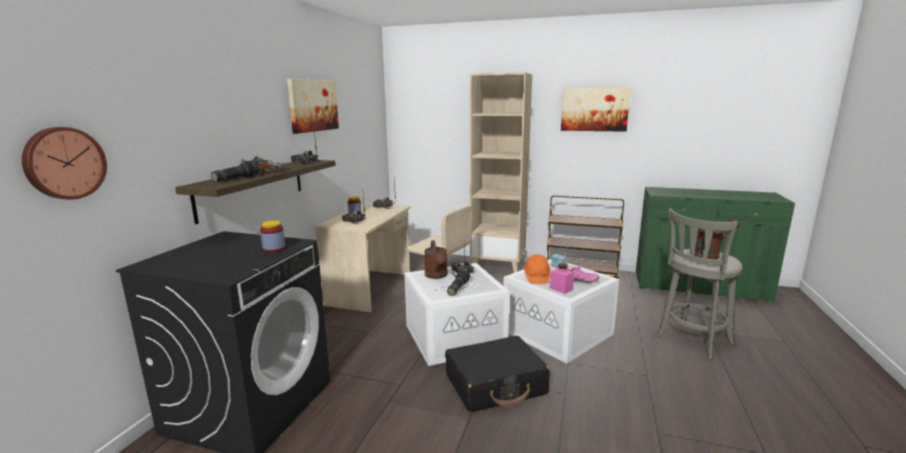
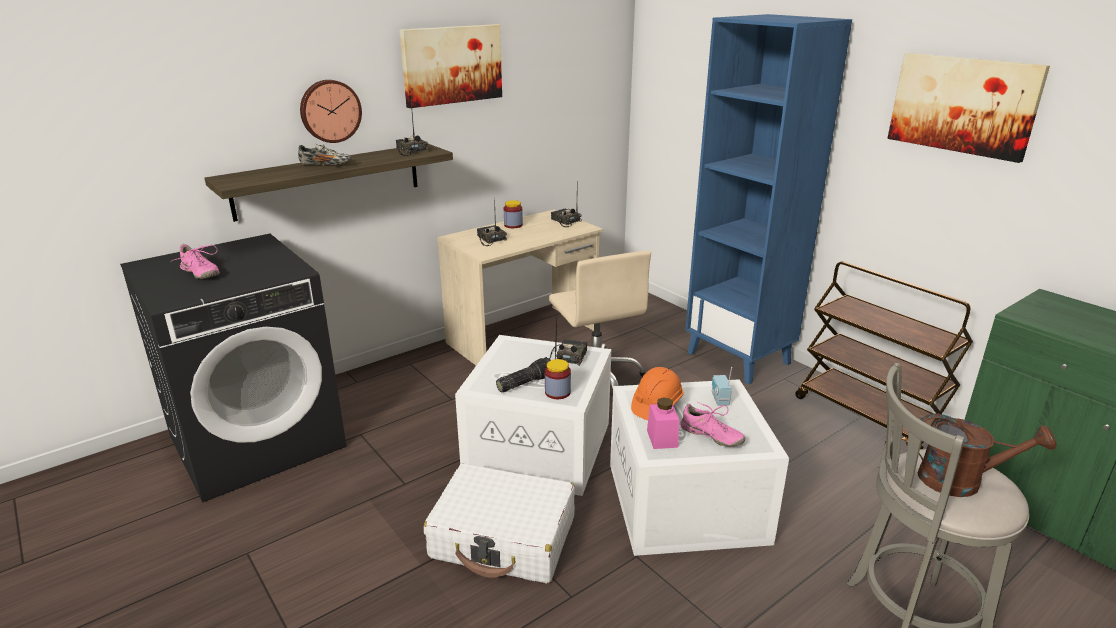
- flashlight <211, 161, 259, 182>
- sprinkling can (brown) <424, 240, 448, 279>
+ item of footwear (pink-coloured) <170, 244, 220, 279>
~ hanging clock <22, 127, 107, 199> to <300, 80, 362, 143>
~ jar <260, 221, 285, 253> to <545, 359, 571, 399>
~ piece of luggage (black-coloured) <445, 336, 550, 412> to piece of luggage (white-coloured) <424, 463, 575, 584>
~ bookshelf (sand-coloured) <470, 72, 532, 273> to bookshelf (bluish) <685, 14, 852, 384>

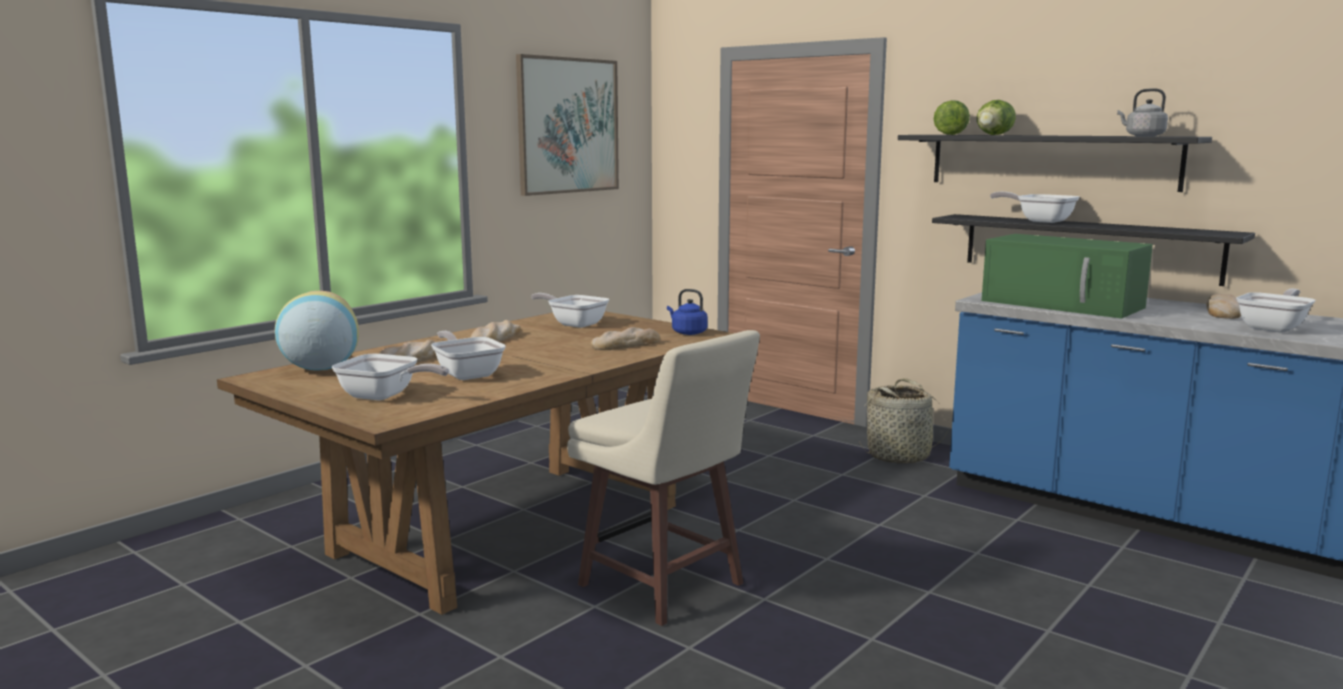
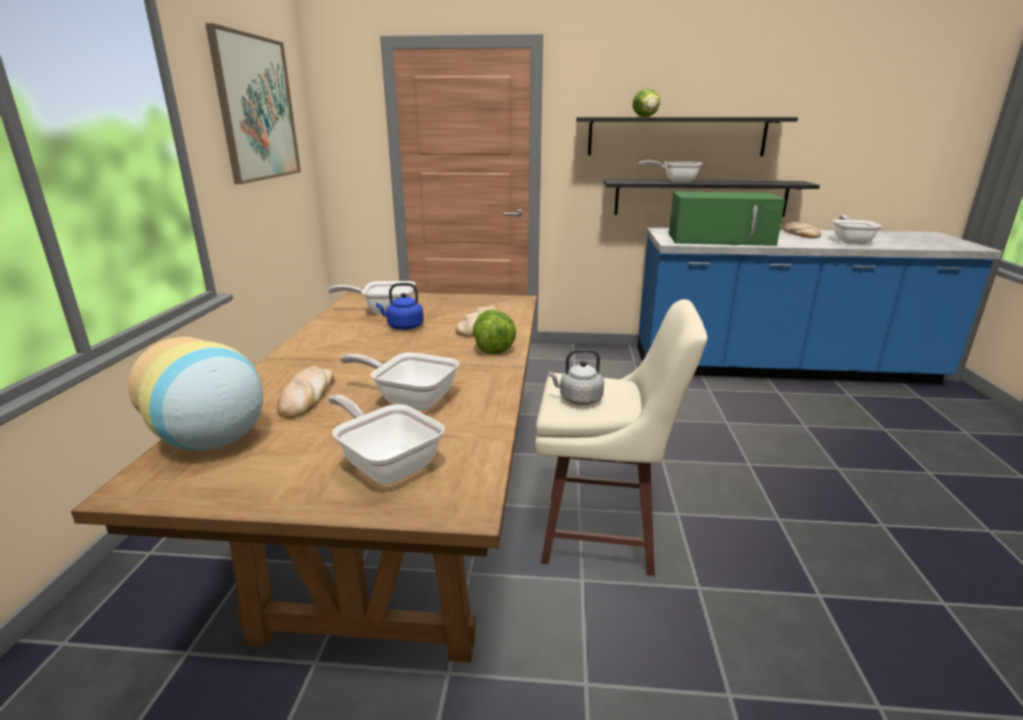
- baked bread <470, 320, 521, 342>
- storage basket <859, 378, 949, 464>
~ water kettle (bluish) <667, 289, 708, 335> to <376, 283, 424, 330>
~ head of lettuce <934, 100, 970, 135> to <473, 310, 516, 354>
~ water kettle (grey) <1117, 88, 1168, 136> to <548, 349, 604, 405>
~ skillet <332, 354, 449, 400> = <328, 395, 445, 485> 120 degrees counterclockwise

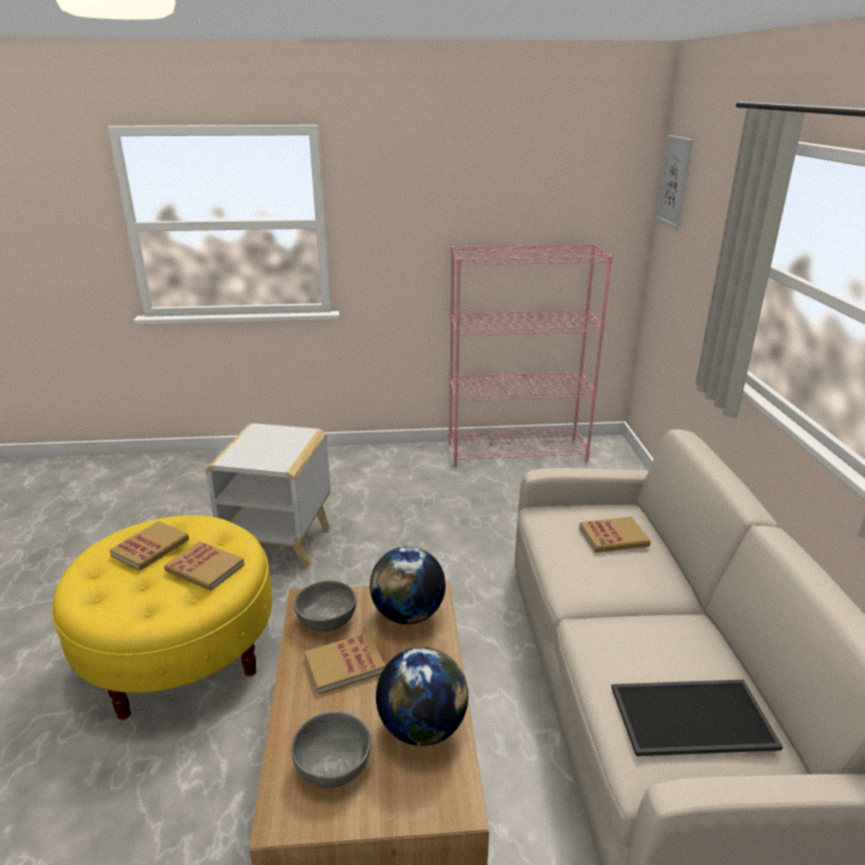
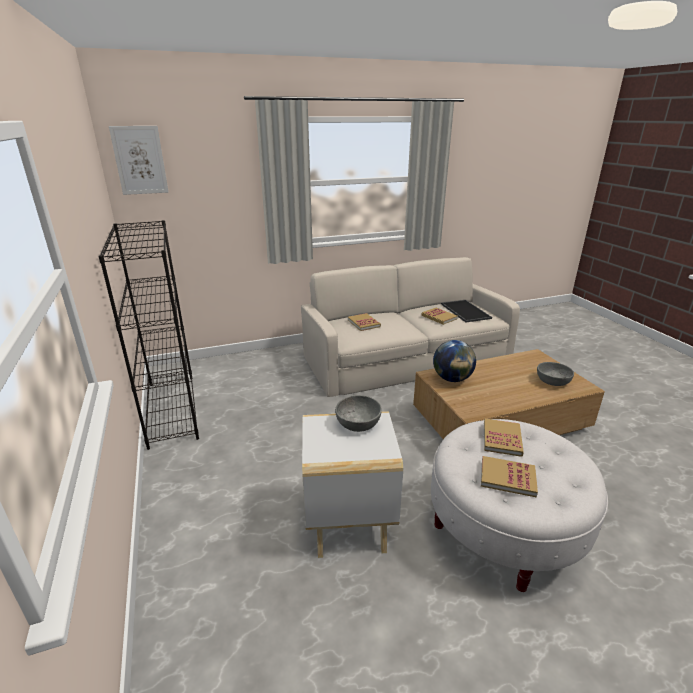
- world globe <376, 647, 468, 746>
~ bowl (grey) <294, 581, 357, 631> to <335, 395, 382, 432>
~ book <304, 632, 385, 695> to <421, 308, 458, 325>
~ pouffe (yellowish) <52, 515, 272, 720> to pouffe (white-coloured) <431, 419, 608, 592>
~ bookshelf (pink-coloured) <449, 244, 613, 467> to bookshelf (black-coloured) <99, 220, 199, 450>

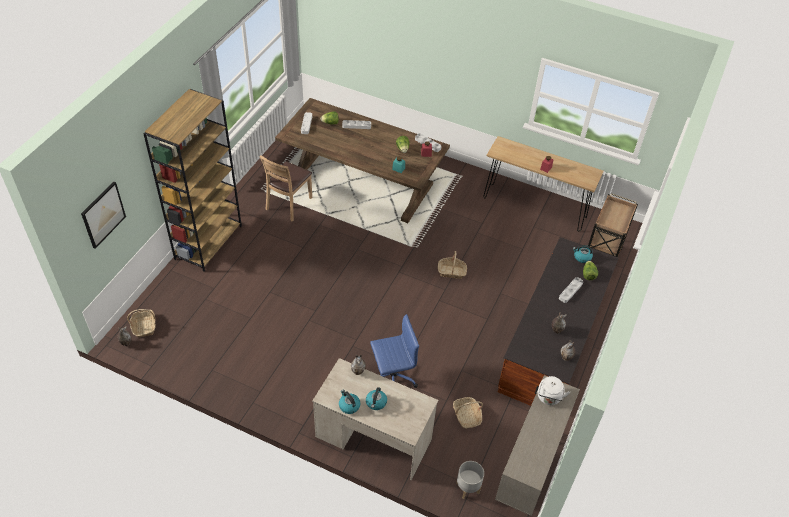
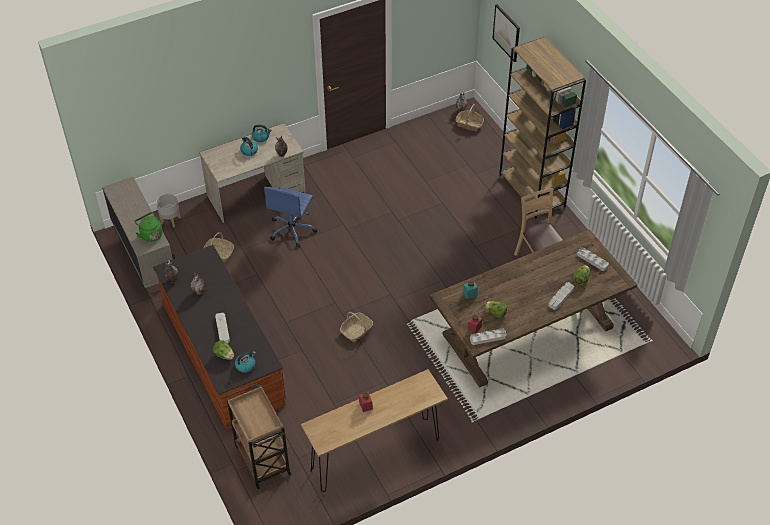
~ water kettle (white-coloured) <538, 376, 570, 405> to water kettle (green) <134, 212, 163, 242>

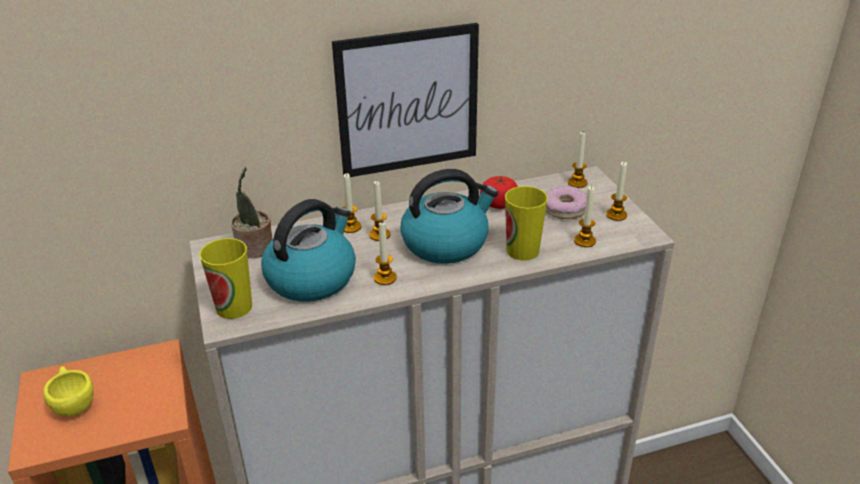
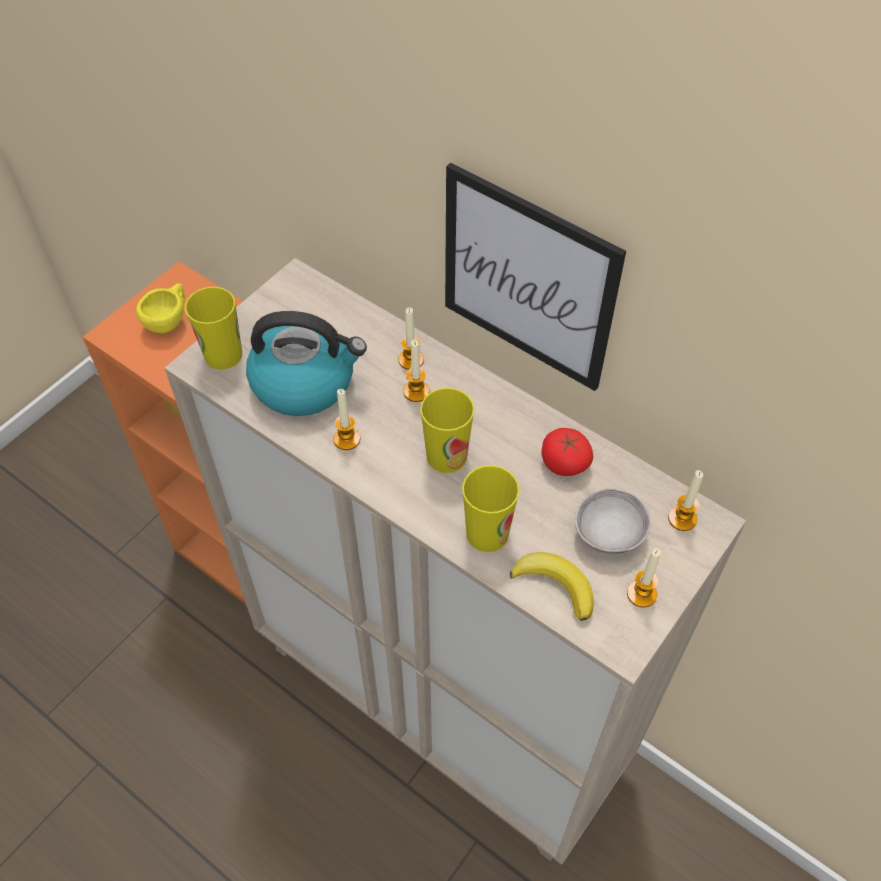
- potted plant <231, 167, 273, 258>
~ water kettle <400, 169, 498, 264> to small cup <420, 388, 474, 473>
~ donut <545, 186, 587, 219> to bowl (grey) <575, 488, 651, 554>
~ wax light <574, 186, 596, 247> to whole banana <510, 552, 594, 621>

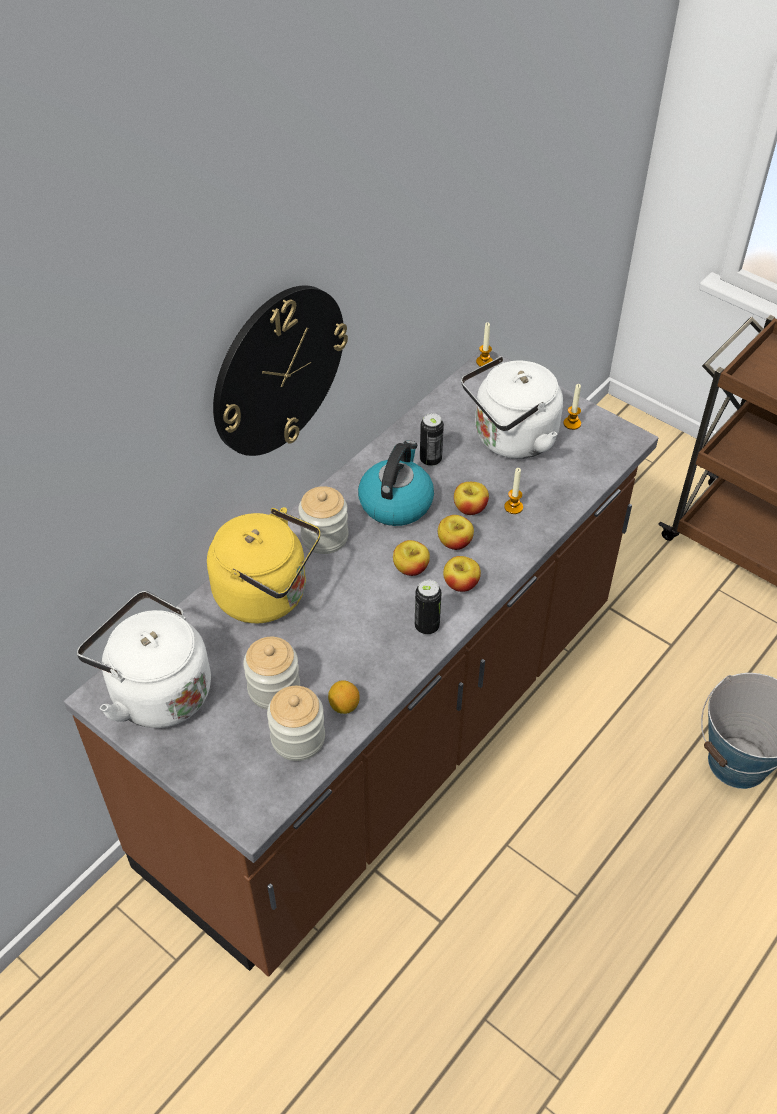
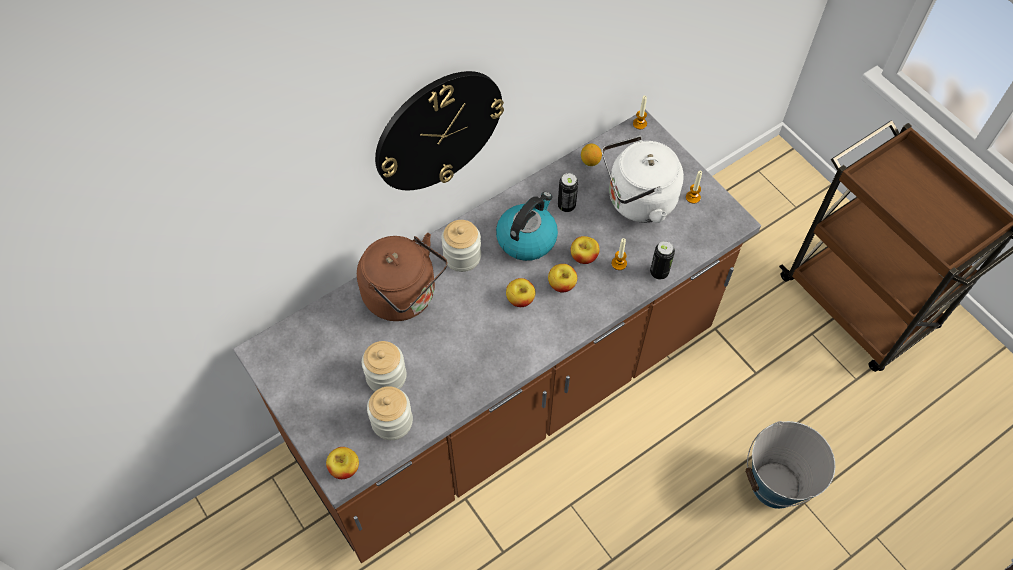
- water kettle (white-coloured) <77, 591, 211, 728>
~ citrus fruit <328, 680, 360, 714> to <581, 143, 602, 166>
~ metal can <415, 580, 442, 635> to <650, 241, 675, 280>
~ whole apple <443, 556, 481, 592> to <326, 447, 359, 479>
~ water kettle (yellowish) <207, 507, 321, 623> to water kettle (brown) <357, 233, 447, 321>

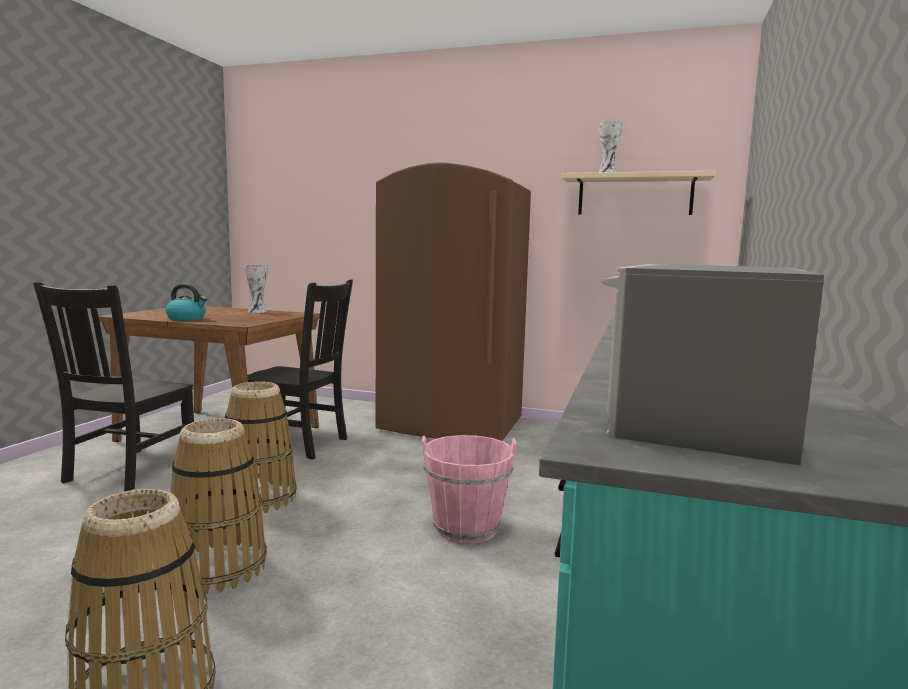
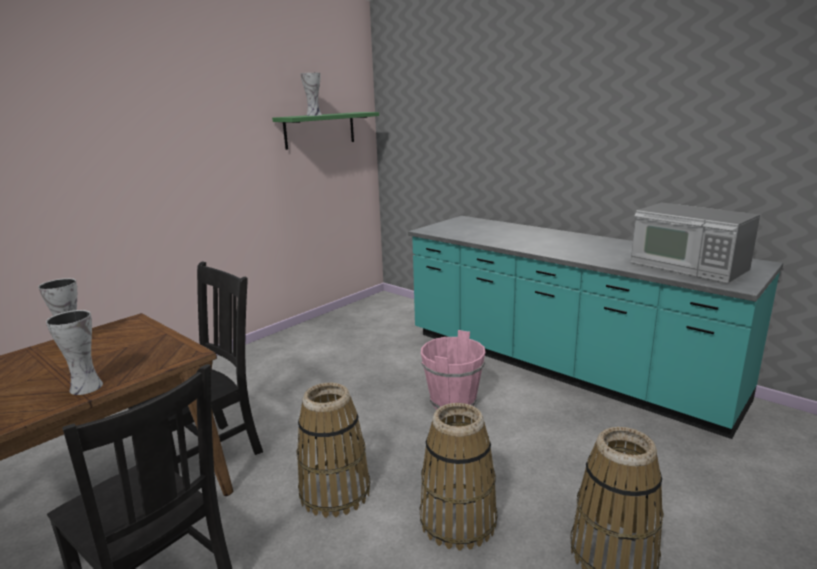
- fridge (brown) <376, 162, 531, 441>
~ water kettle <165, 284, 207, 321> to vase <46, 310, 103, 395>
~ shelf (sand-coloured) <562, 171, 715, 215> to shelf (green) <272, 112, 379, 150>

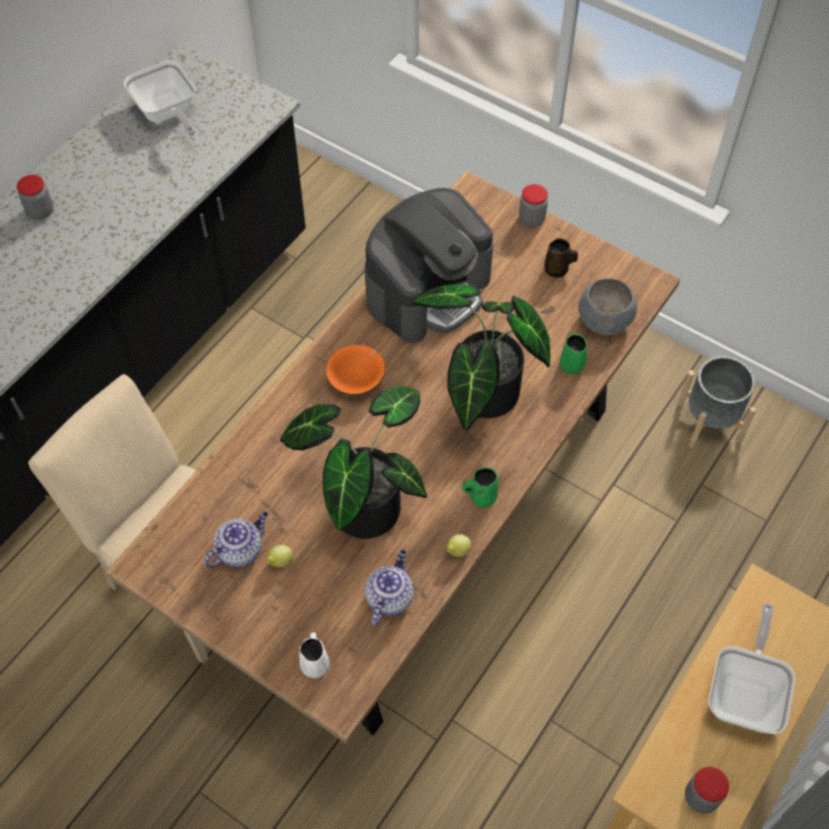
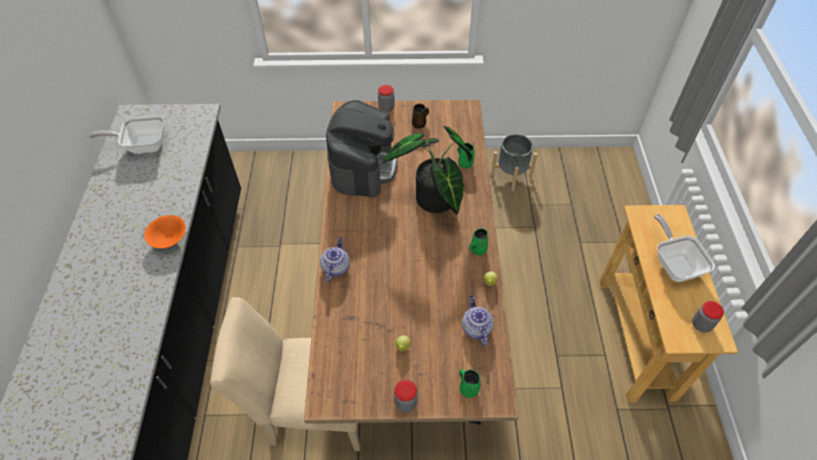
- potted plant <280, 386, 427, 539>
- bowl (grey) <578, 278, 637, 335>
~ jar <17, 175, 53, 220> to <394, 380, 418, 413>
~ tea pot <204, 512, 268, 568> to <320, 237, 350, 282>
~ bowl (orange) <326, 345, 385, 394> to <144, 215, 186, 248>
~ coffee mug (white-coloured) <299, 632, 329, 678> to coffee mug (green) <459, 369, 481, 398>
~ skillet <123, 61, 196, 136> = <89, 115, 164, 153> 150 degrees clockwise

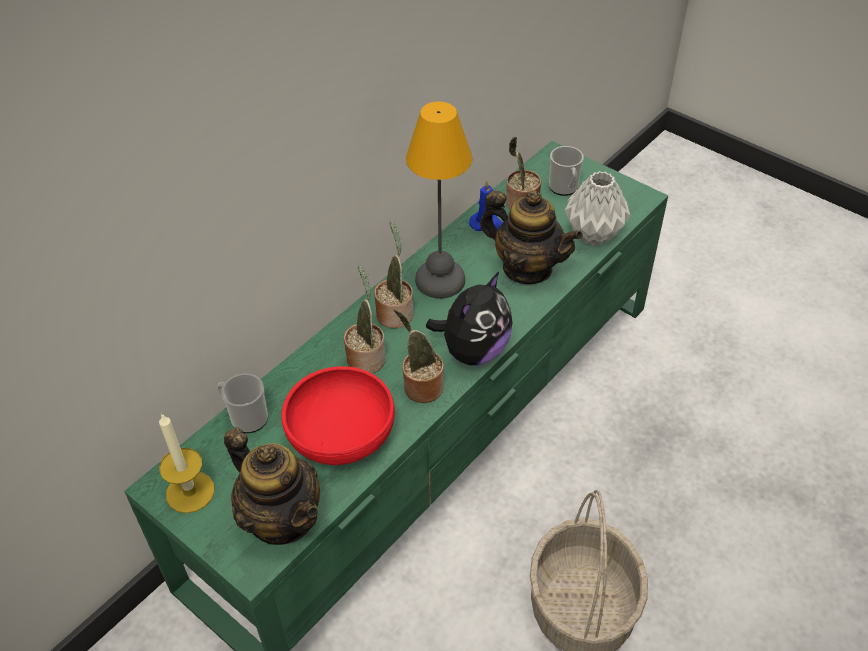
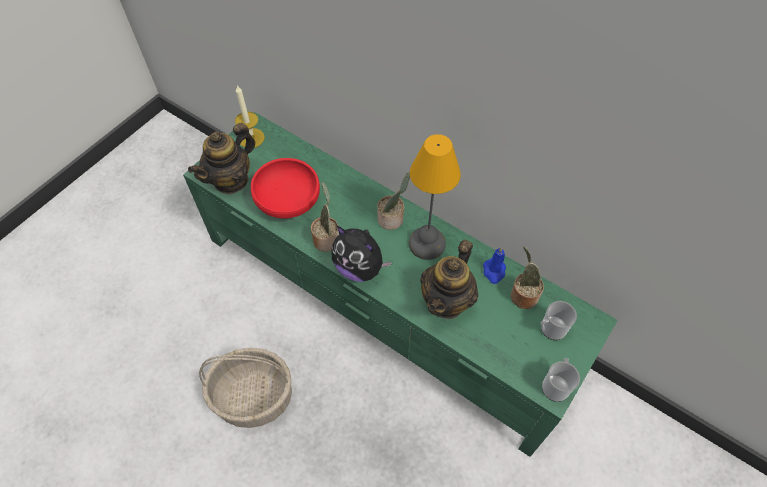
- potted plant <344, 265, 386, 373>
- vase (grey) <565, 171, 630, 246>
~ coffee mug <217, 373, 268, 433> to <542, 358, 580, 402>

